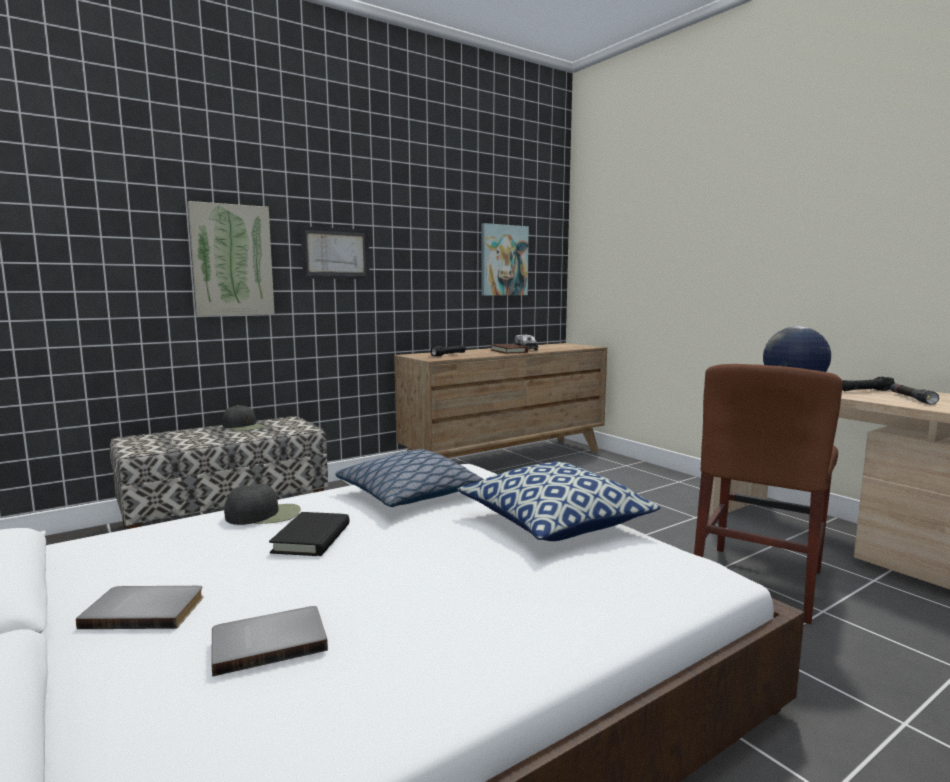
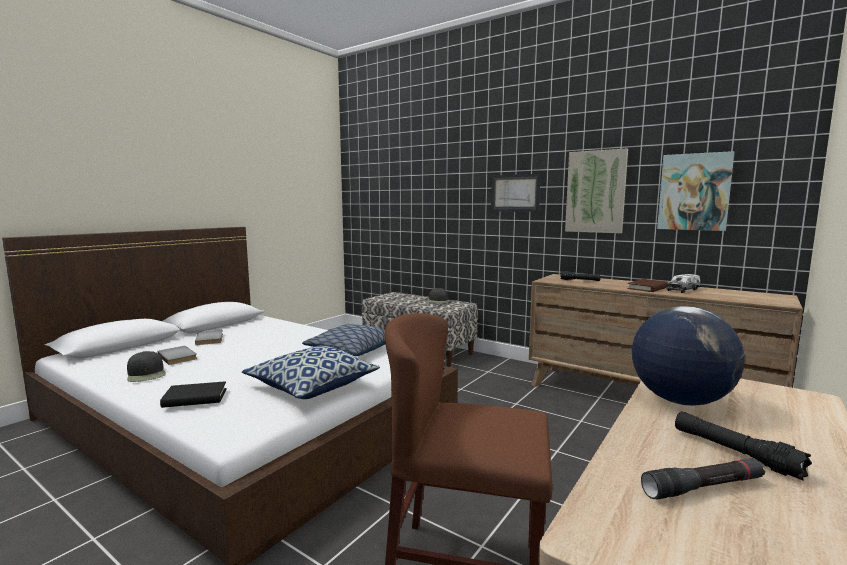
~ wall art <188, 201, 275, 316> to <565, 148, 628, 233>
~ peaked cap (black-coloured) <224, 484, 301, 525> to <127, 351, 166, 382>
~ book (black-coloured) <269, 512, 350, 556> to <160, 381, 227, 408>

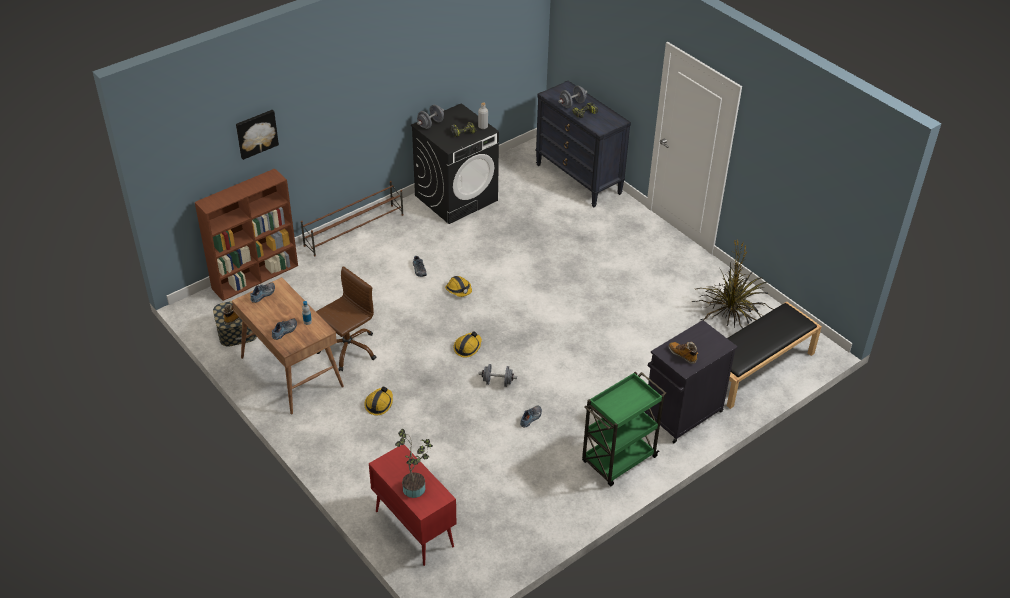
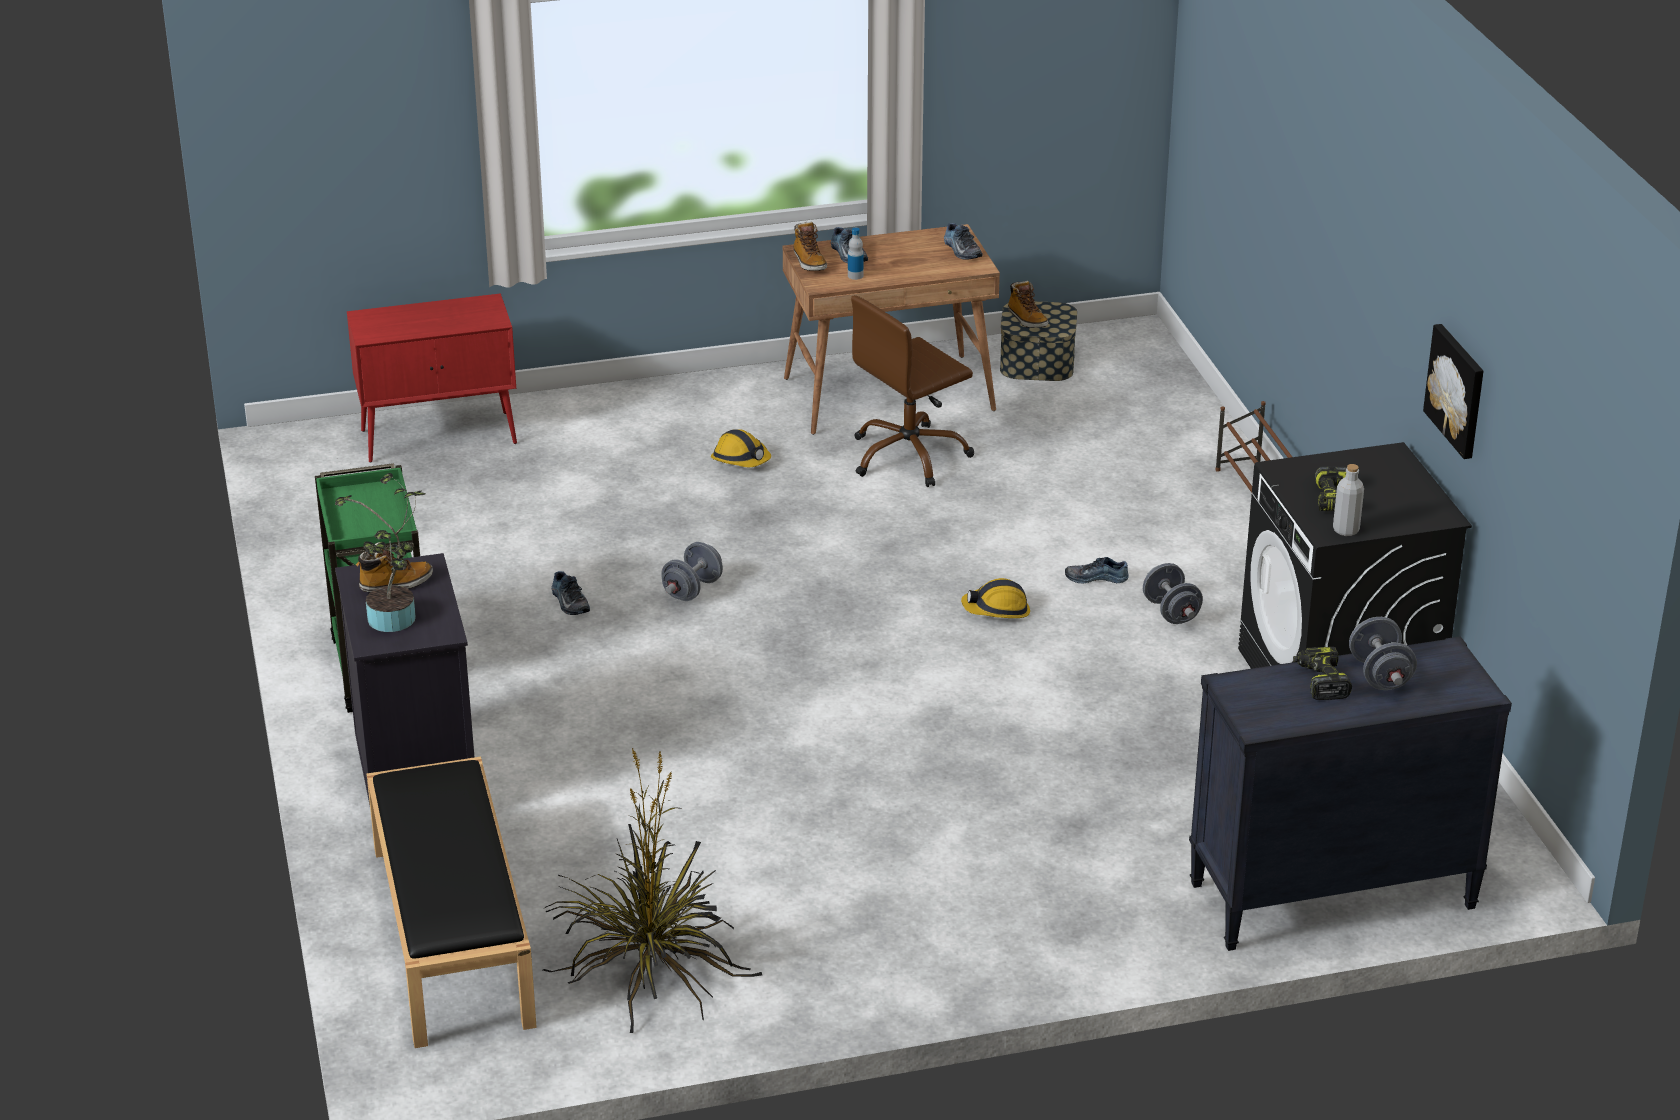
- bookshelf (brown) <195, 168, 298, 301>
- hard hat <453, 331, 482, 357>
+ tall boot <793, 222, 827, 271>
~ wall art <236, 110, 279, 160> to <1423, 324, 1484, 459>
~ potted plant <395, 429, 433, 498> to <335, 473, 426, 632>
~ dumbbell (grey) <417, 105, 444, 129> to <1143, 563, 1203, 624>
~ office chair (brown) <316, 266, 376, 371> = <851, 295, 974, 487> 75 degrees clockwise

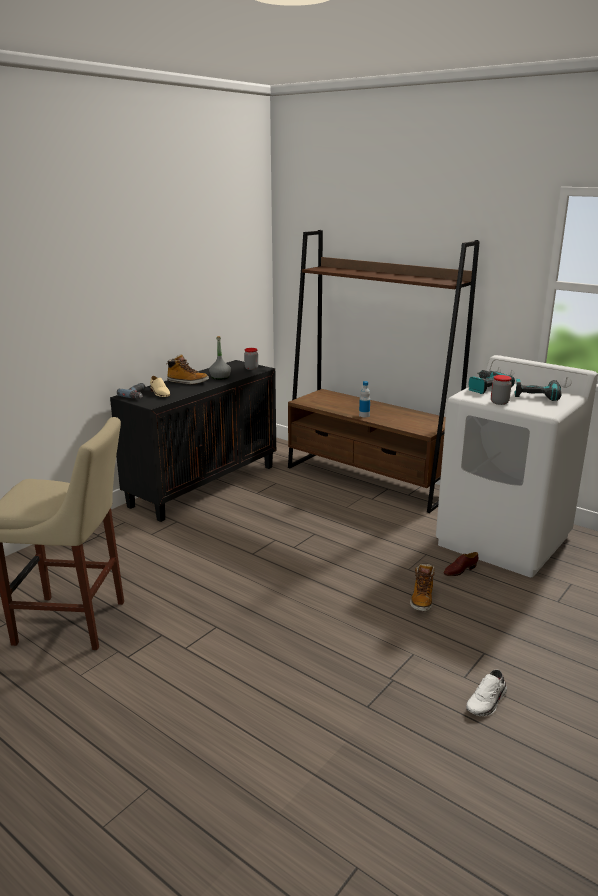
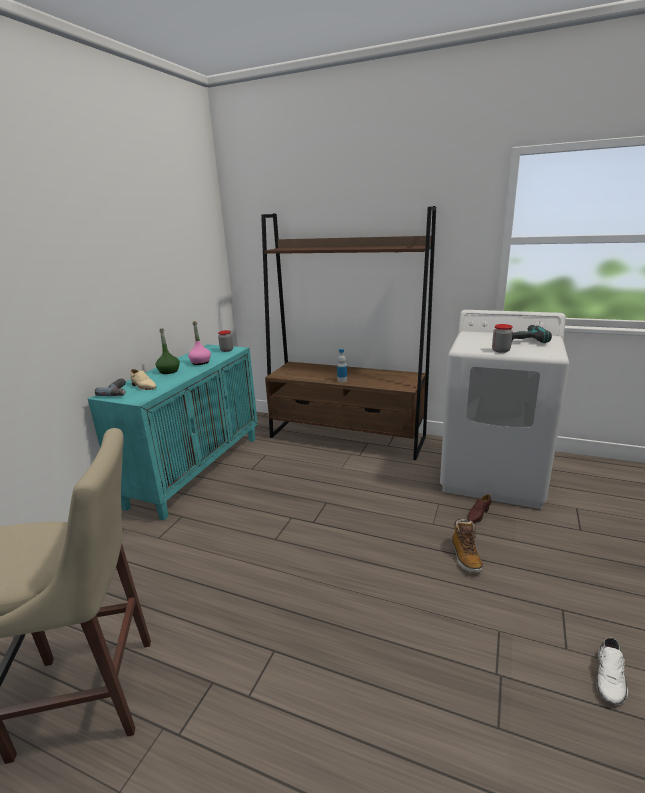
- drill <469, 370, 515, 394>
~ tall boot <166, 354, 209, 385> to drink bottle (green) <155, 329, 180, 374>
~ storage cabinet (black-coloured) <110, 360, 276, 522> to storage cabinet (turquoise-coloured) <88, 344, 258, 520>
~ drink bottle (grey) <209, 336, 231, 380> to drink bottle (pink-coloured) <188, 321, 211, 365>

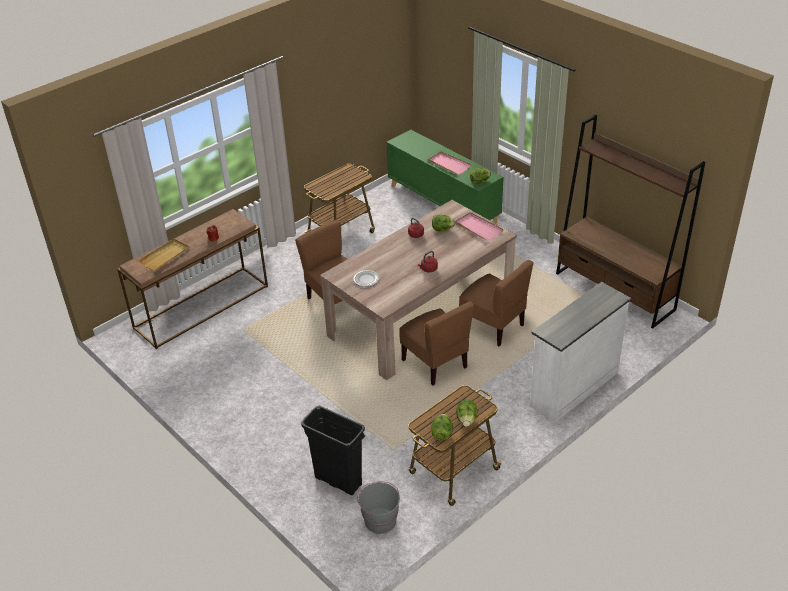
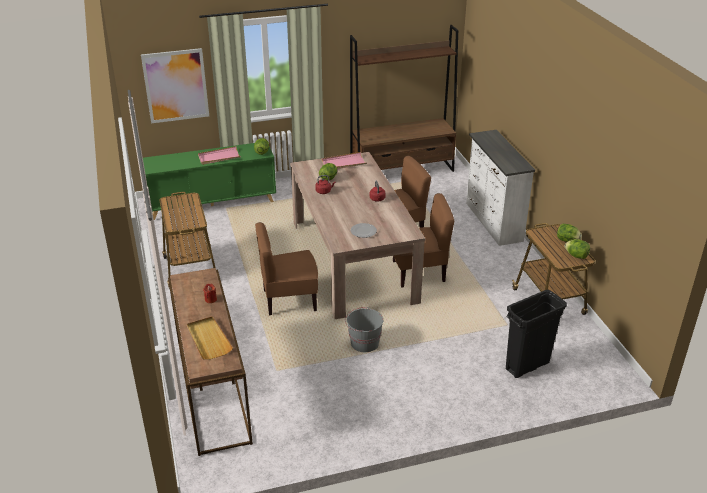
+ wall art <141, 48, 209, 123>
~ pail (grey) <357, 481, 400, 534> to <345, 307, 383, 352>

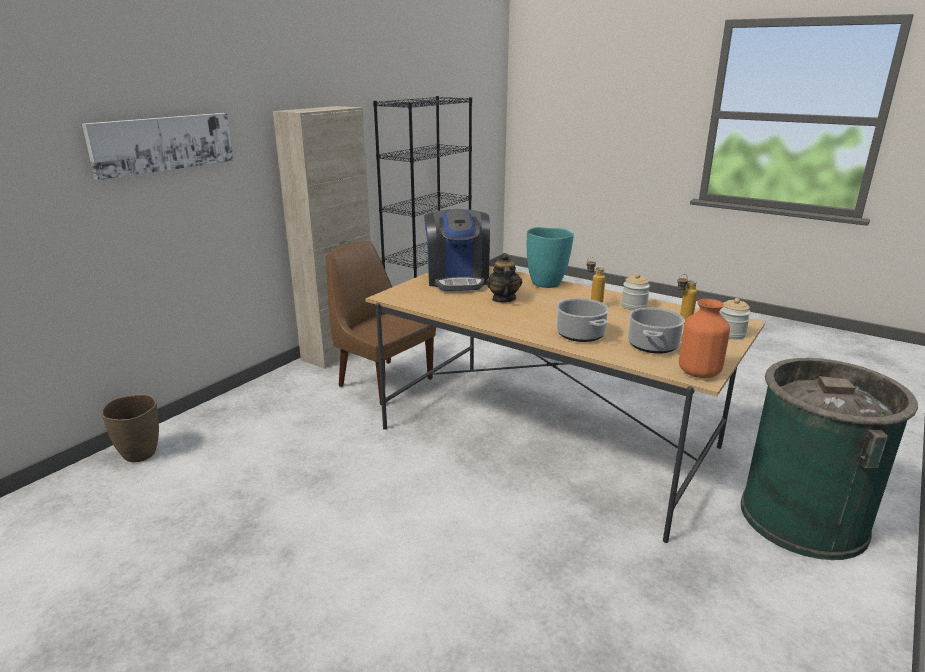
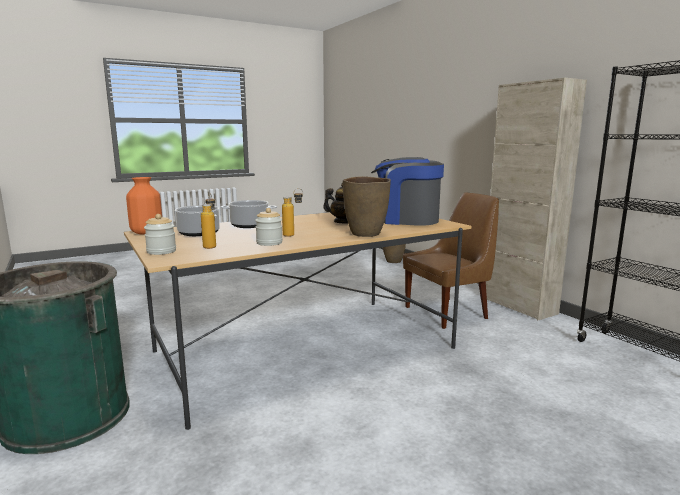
- wall art <82, 113, 234, 180>
~ vase (turquoise-coloured) <527, 227, 574, 288> to vase (brown) <343, 176, 391, 237>

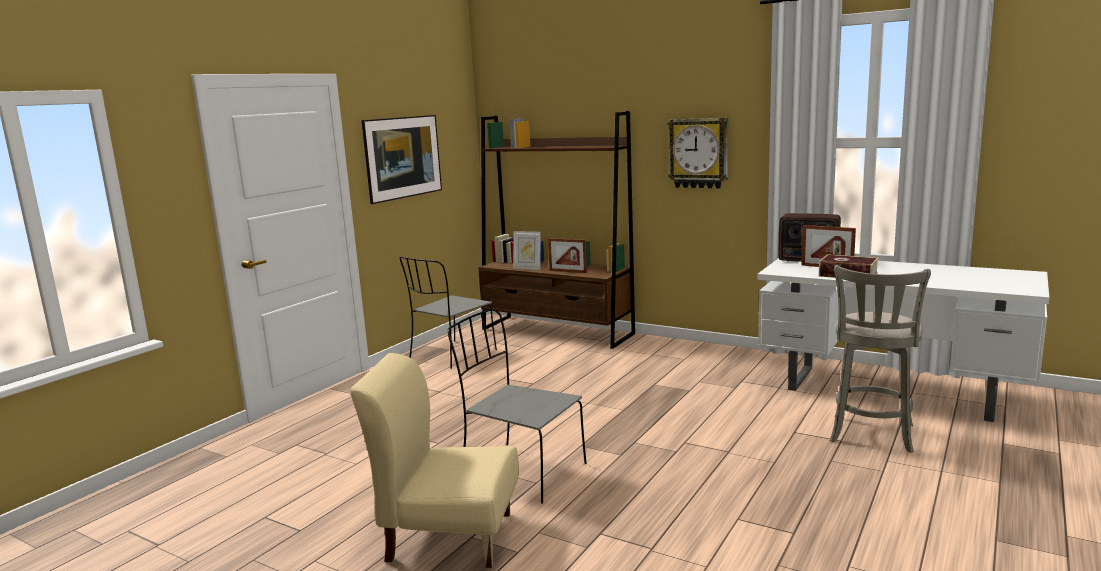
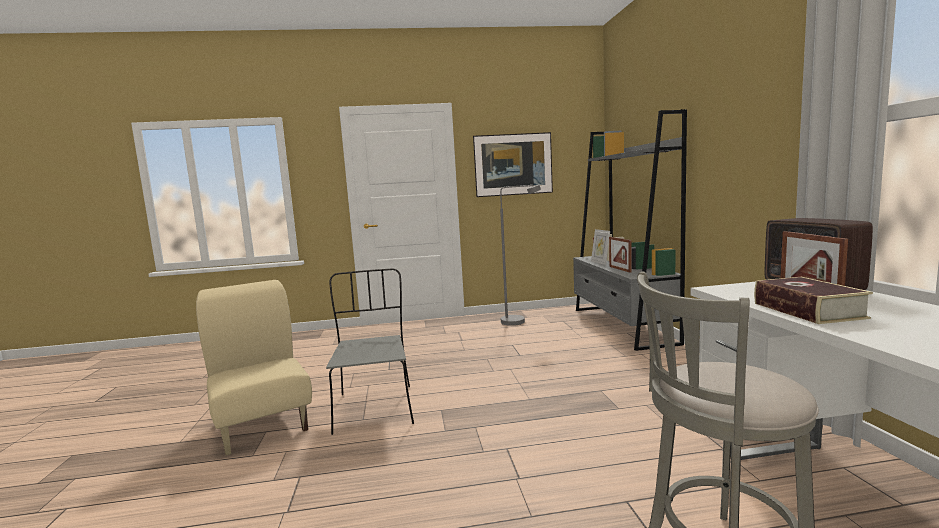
- hanging clock <668, 118, 728, 189>
~ upright chair (grey) <400, 256, 497, 369> to standard lamp (grey) <500, 185, 541, 326>
~ bookshelf (brown) <478, 111, 635, 349> to bookshelf (grey) <573, 109, 687, 351>

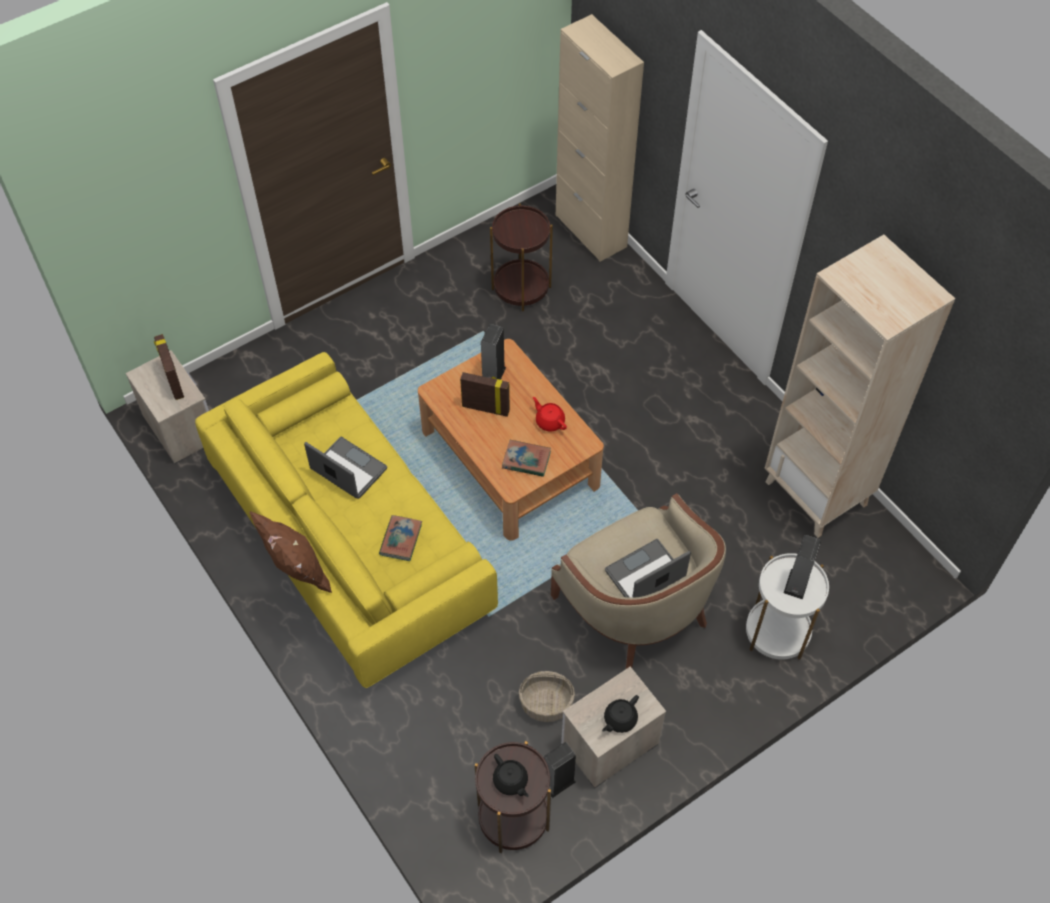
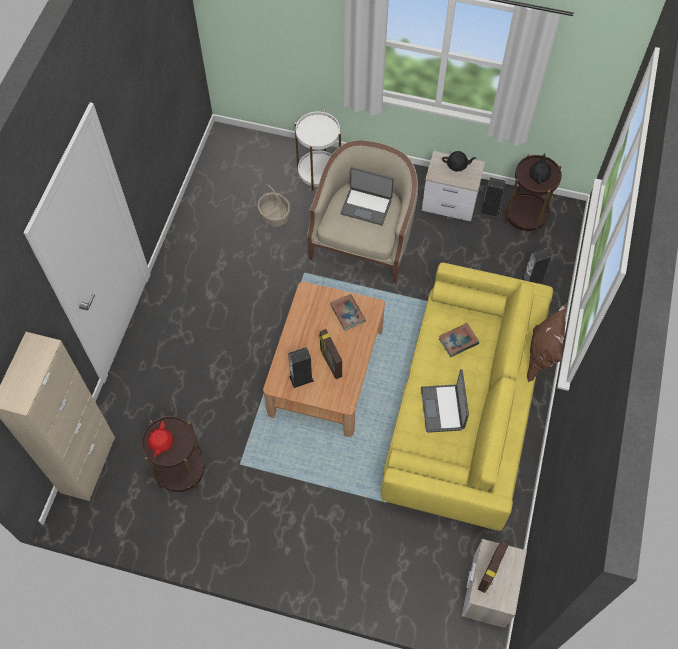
- bookshelf (sand-coloured) <765, 235, 955, 538>
~ storage basket <519, 671, 575, 722> to <257, 184, 290, 227>
~ tea pot (red-coloured) <533, 397, 567, 432> to <148, 421, 173, 457>
~ speaker <784, 535, 821, 600> to <522, 248, 552, 284>

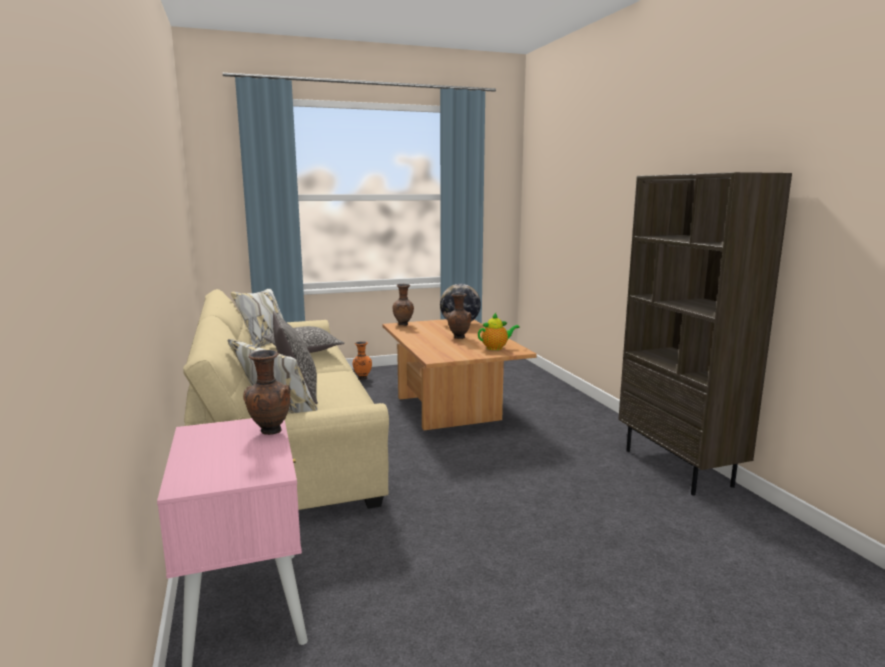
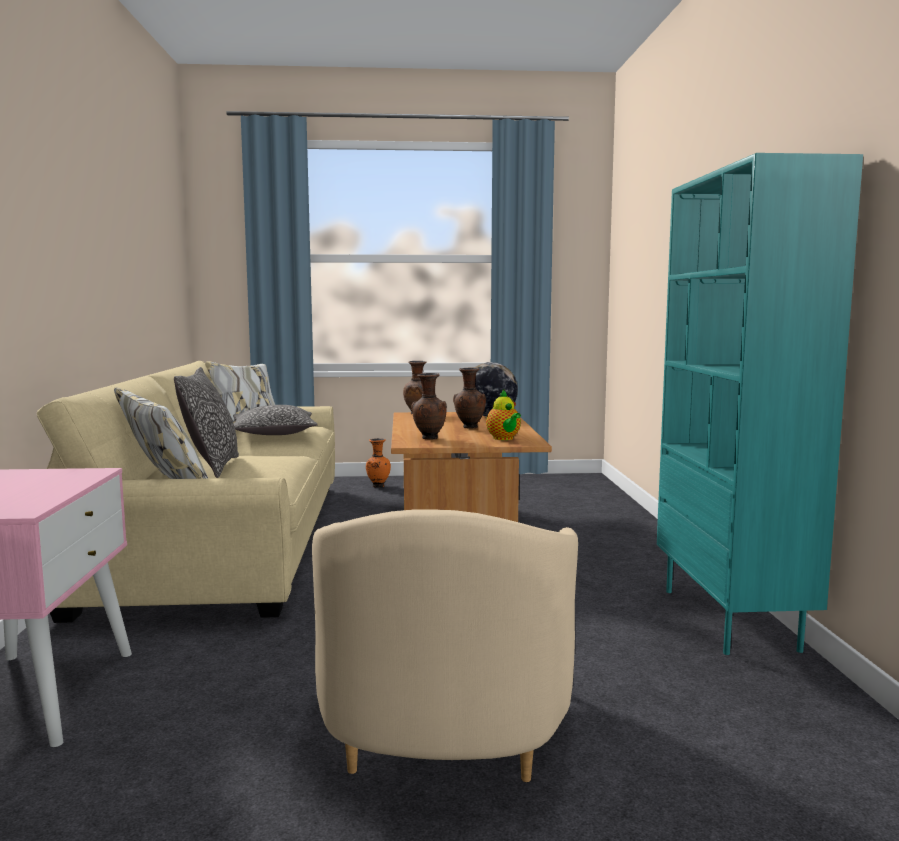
+ easy chair (sand-coloured) <312, 509, 578, 782>
~ vase (brown) <243, 350, 290, 435> to <411, 373, 447, 440>
~ bookshelf (brown) <618, 172, 792, 496> to bookshelf (turquoise-coloured) <657, 153, 863, 655>
~ tea pot <478, 313, 520, 350> = <486, 390, 521, 440> 75 degrees clockwise

